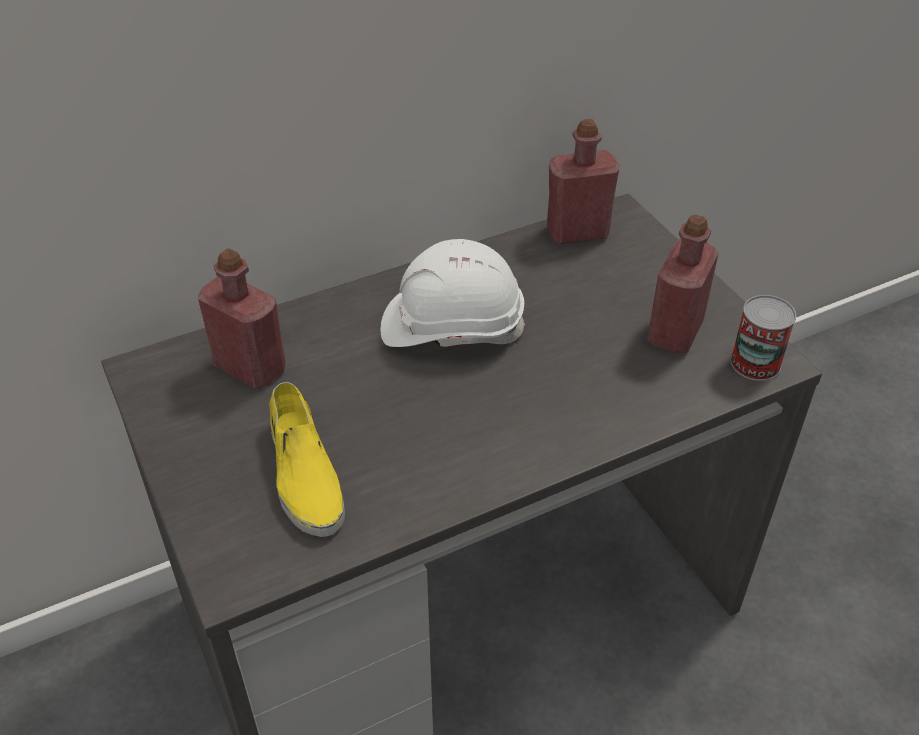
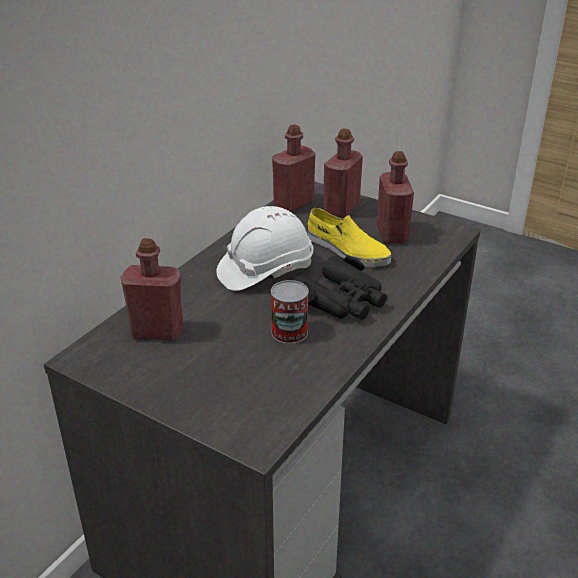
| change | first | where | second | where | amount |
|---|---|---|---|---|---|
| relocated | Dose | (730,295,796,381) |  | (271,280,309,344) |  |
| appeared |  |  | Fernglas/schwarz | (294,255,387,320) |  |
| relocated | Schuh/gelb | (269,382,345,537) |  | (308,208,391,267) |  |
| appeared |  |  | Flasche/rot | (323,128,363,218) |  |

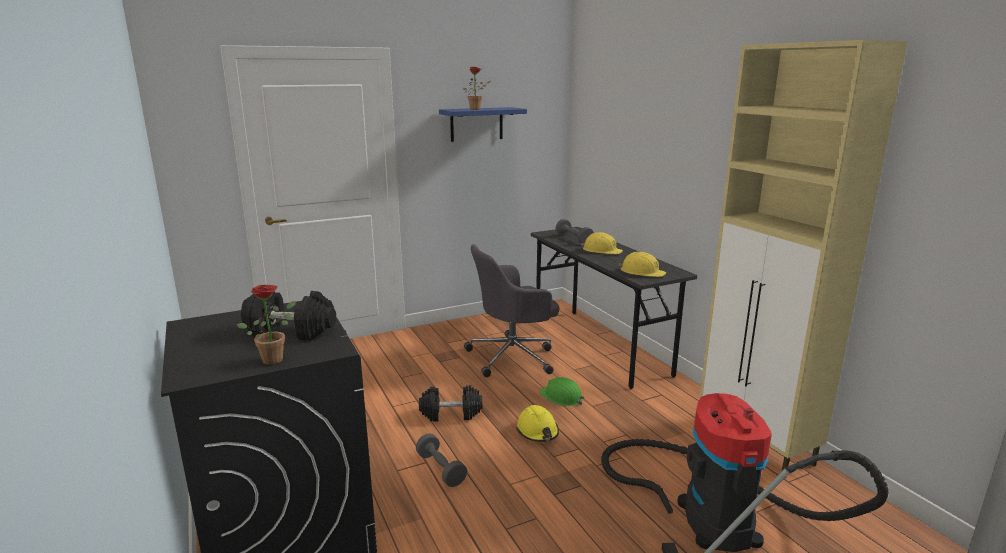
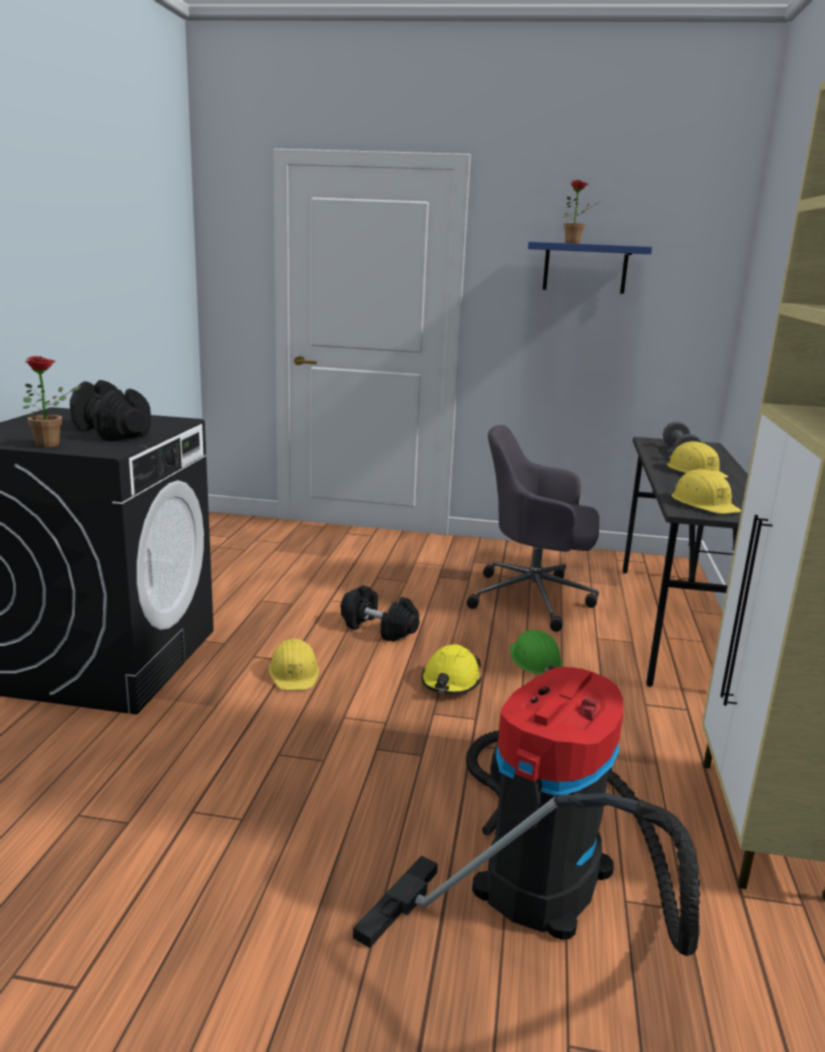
| change | first | where | second | where | amount |
|---|---|---|---|---|---|
| exchanged | Hantel/grau | (416,433,467,487) | Schutzhelm/gelb | (268,639,319,691) |  |

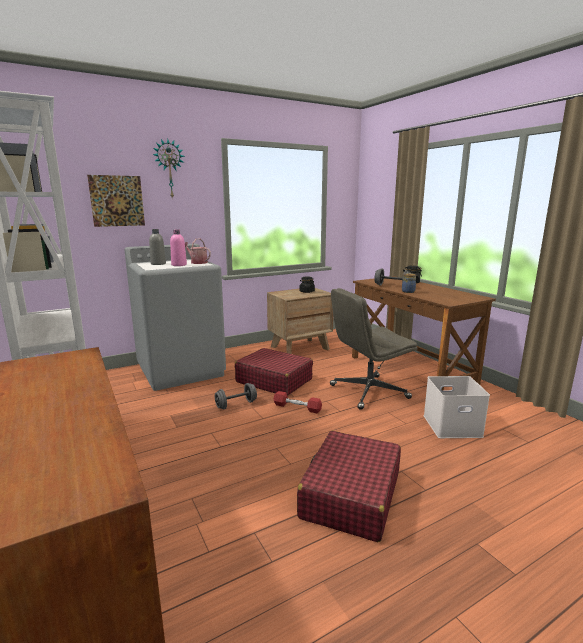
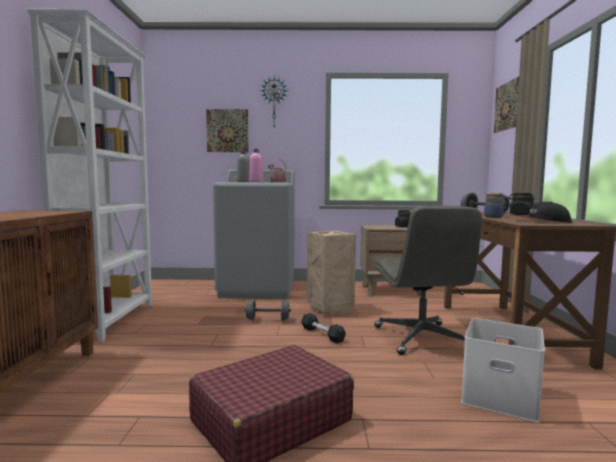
| change | first | where | second | where | amount |
|---|---|---|---|---|---|
| colour | Hantel/rot | (273,391,322,414) | Hantel/schwarz | (301,313,346,344) |  |
| exchanged | Koffer/rot | (235,348,313,396) | Kiste | (307,231,356,317) |  |
| spun | Bürostuhl/grau | (330,288,418,410) |  | (374,206,482,355) | 105 degrees counterclockwise |
| appeared |  |  | Bild | (494,77,519,133) |  |
| appeared |  |  | Kappe | (515,202,572,223) |  |

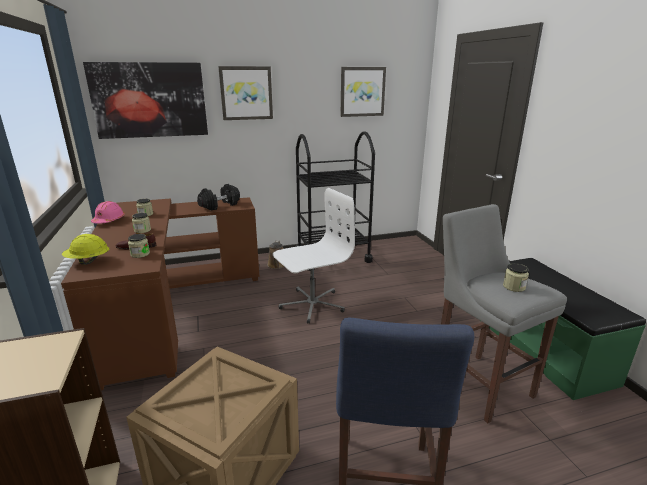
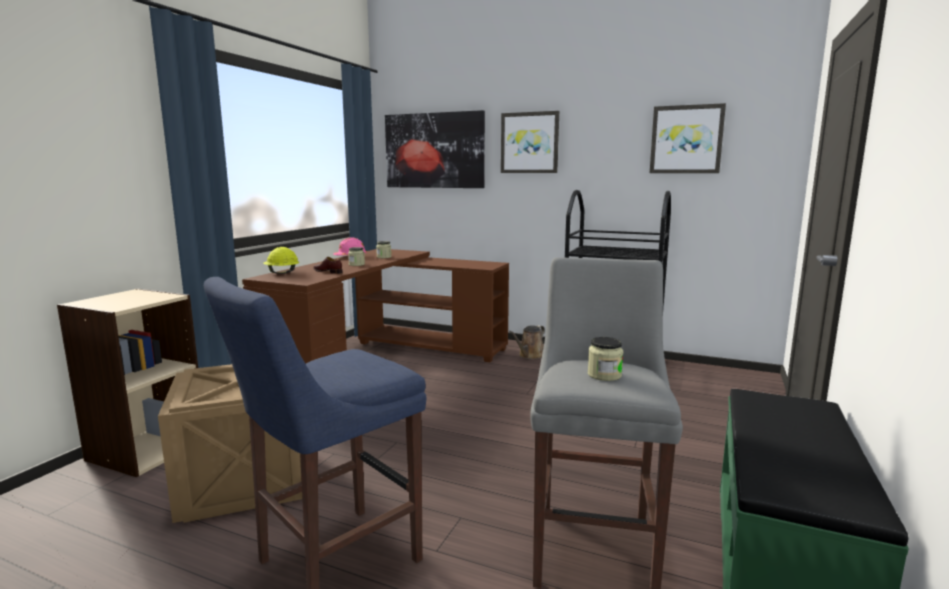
| change | first | where | second | where | amount |
|---|---|---|---|---|---|
| missing | Vorratsglas | (128,234,150,258) |  |  |  |
| missing | Hantel/schwarz | (197,184,240,211) |  |  |  |
| missing | Bürostuhl/weiß | (273,188,355,324) |  |  |  |

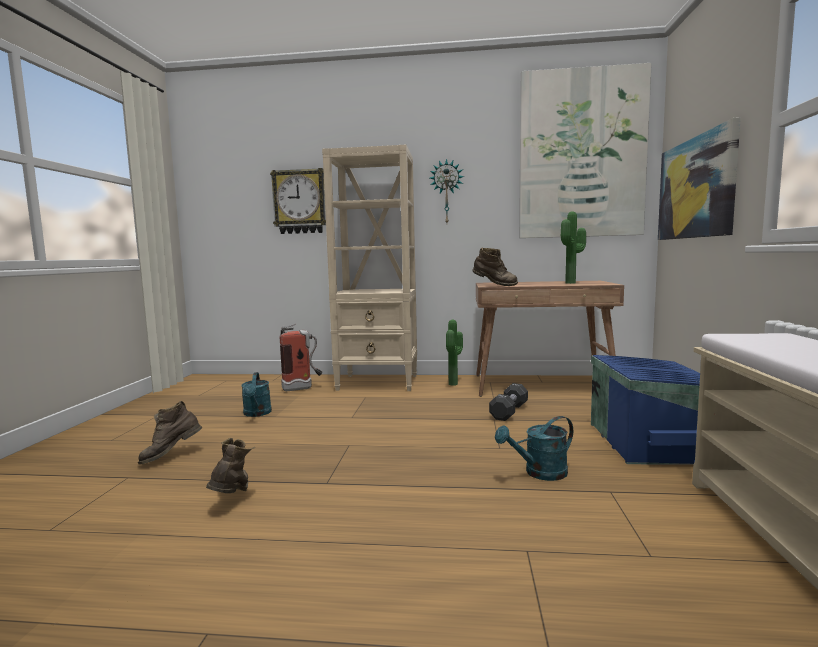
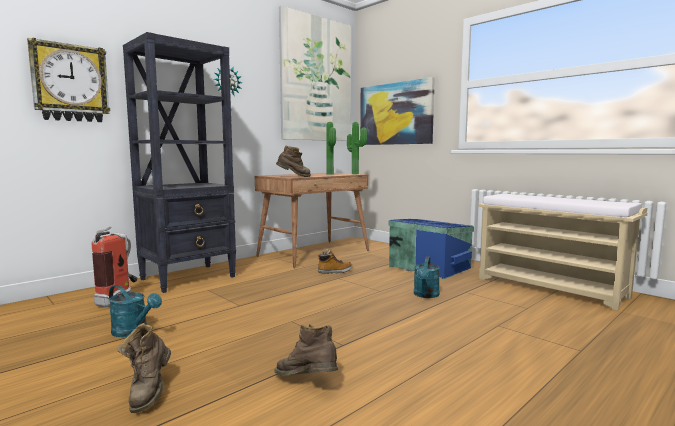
| change | first | where | second | where | amount |
|---|---|---|---|---|---|
| colour | Bücherregal/beige | (322,145,417,391) | Bücherregal/schwarz | (123,32,236,293) |  |
| exchanged | Hantel/schwarz | (489,383,528,421) | Stiefel | (318,249,352,274) |  |
| relocated | Topfpflanze | (446,320,463,386) |  | (347,122,367,174) |  |

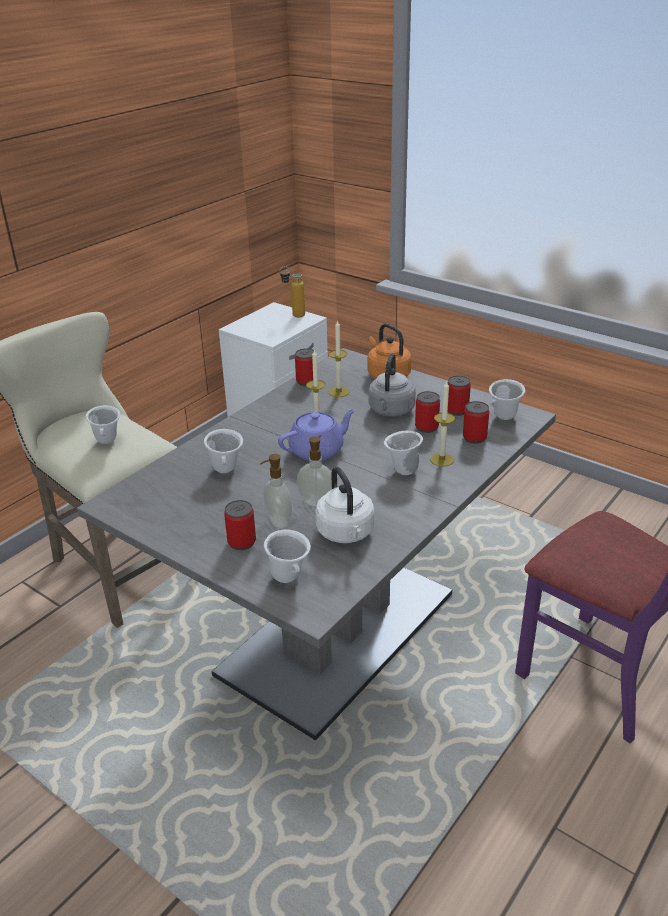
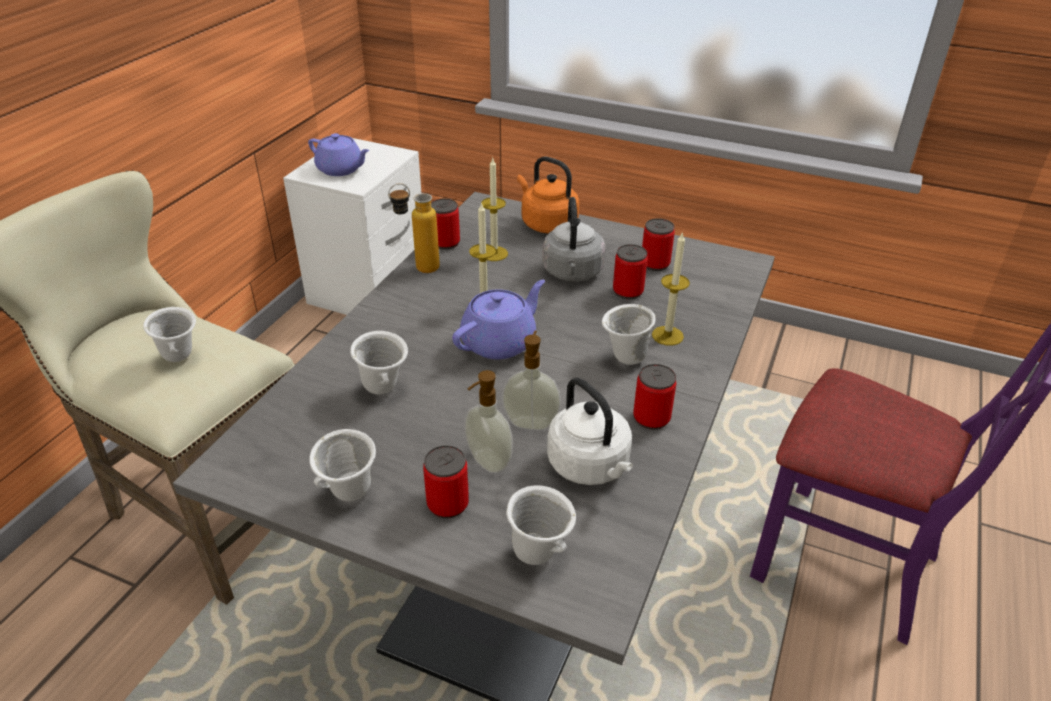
| change | first | where | second | where | amount |
|---|---|---|---|---|---|
| appeared |  |  | Teekanne/lila | (308,133,370,176) |  |
| relocated | Henkelbecher/weiß | (489,379,525,420) |  | (309,429,376,501) |  |
| relocated | Flasche | (279,266,305,317) |  | (388,183,440,273) |  |
| relocated | Dose | (463,401,489,444) |  | (633,364,676,430) |  |

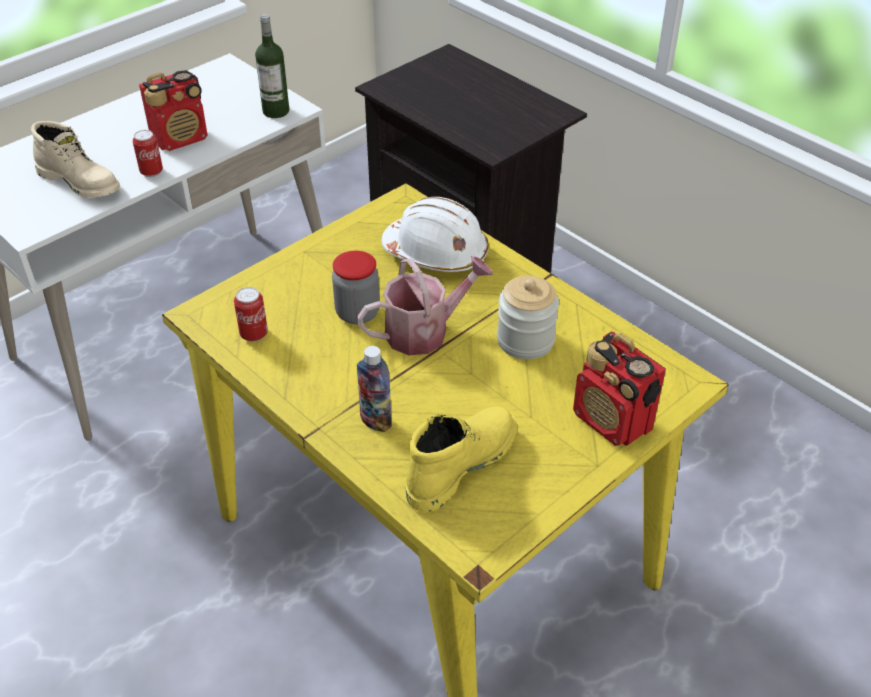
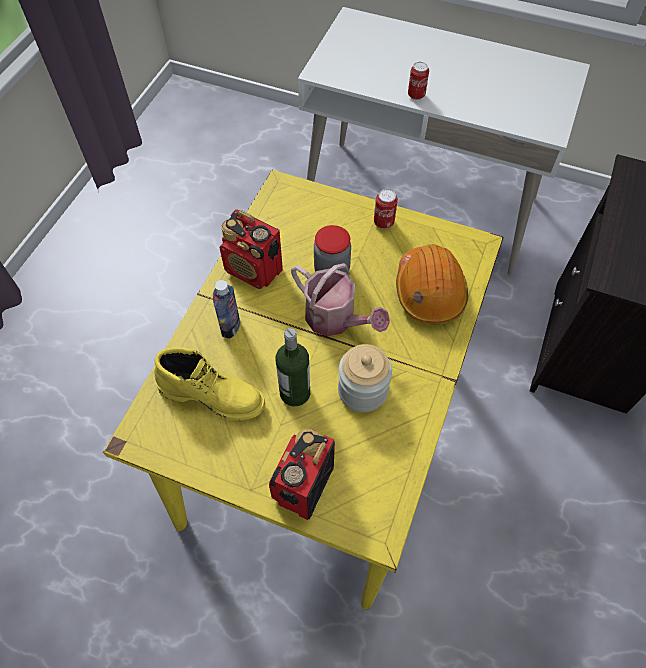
| change | first | where | second | where | amount |
|---|---|---|---|---|---|
| relocated | Radio | (139,70,208,151) |  | (220,209,283,289) |  |
| relocated | Flasche | (255,14,289,118) |  | (276,328,310,406) |  |
| relocated | Dose | (234,287,268,342) |  | (374,189,398,229) |  |
| colour | Schutzhelm/weiß | (382,197,489,272) | Schutzhelm/orange | (396,245,468,324) |  |
| missing | Stiefel/beige | (31,121,120,198) |  |  |  |

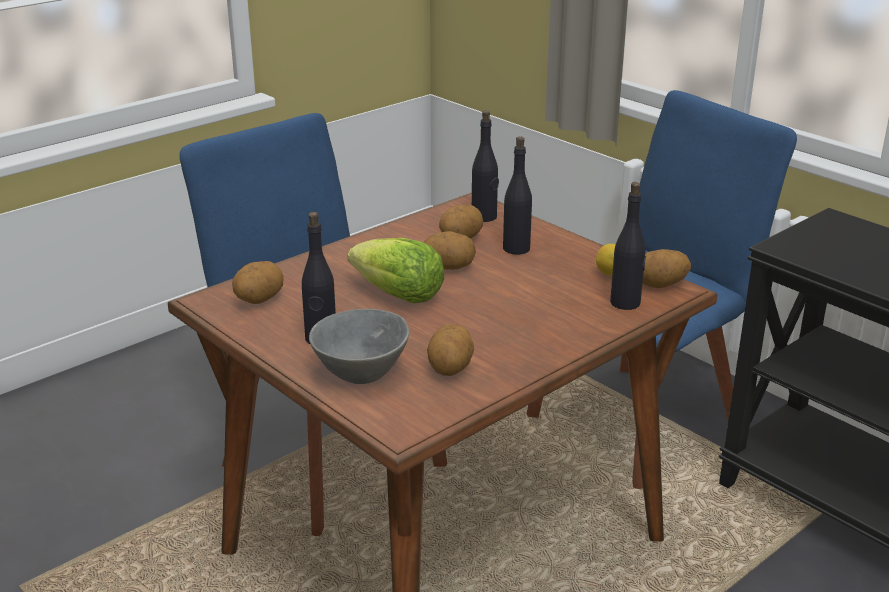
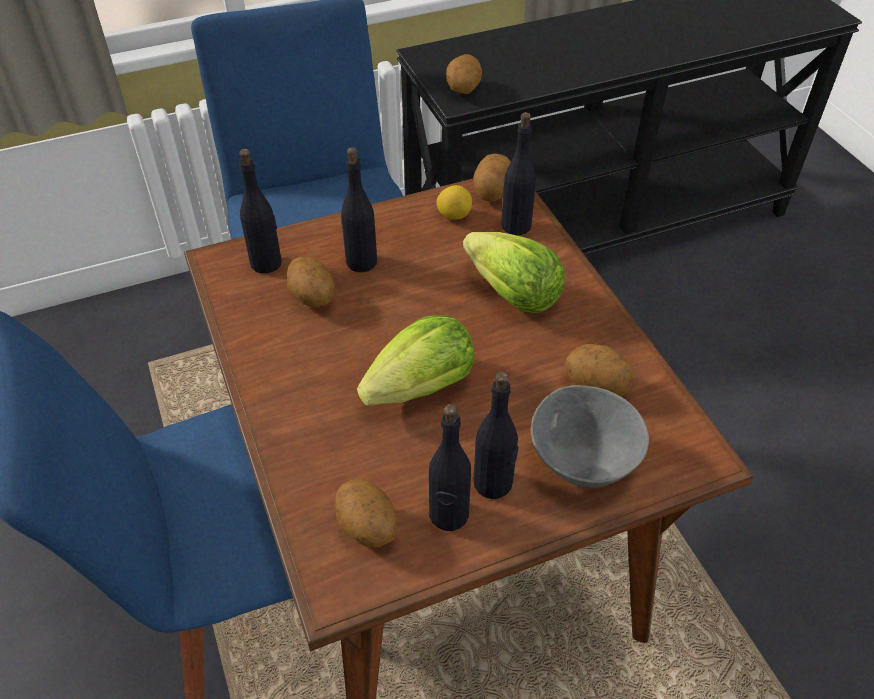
| change | first | where | second | where | amount |
|---|---|---|---|---|---|
| appeared |  |  | Flasche/schwarz | (429,404,471,531) |  |
| relocated | Kartoffel | (424,231,476,270) |  | (446,54,482,94) |  |
| appeared |  |  | Salatkopf | (463,232,565,313) |  |

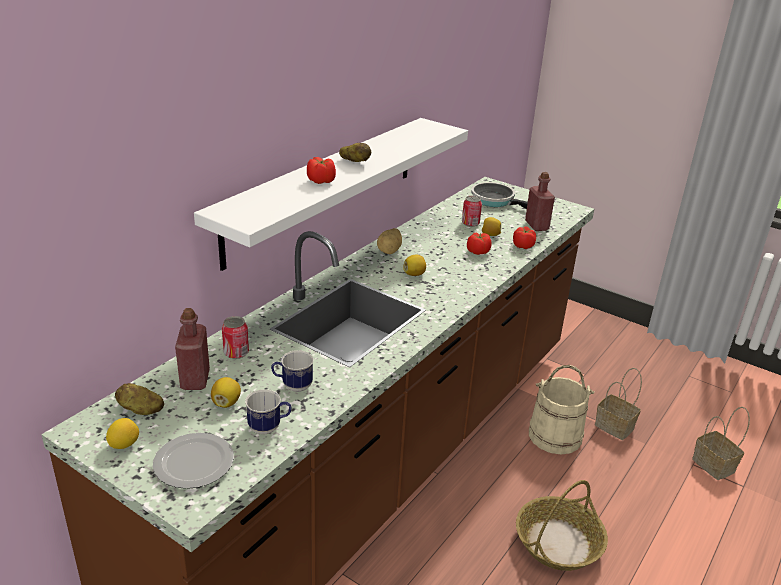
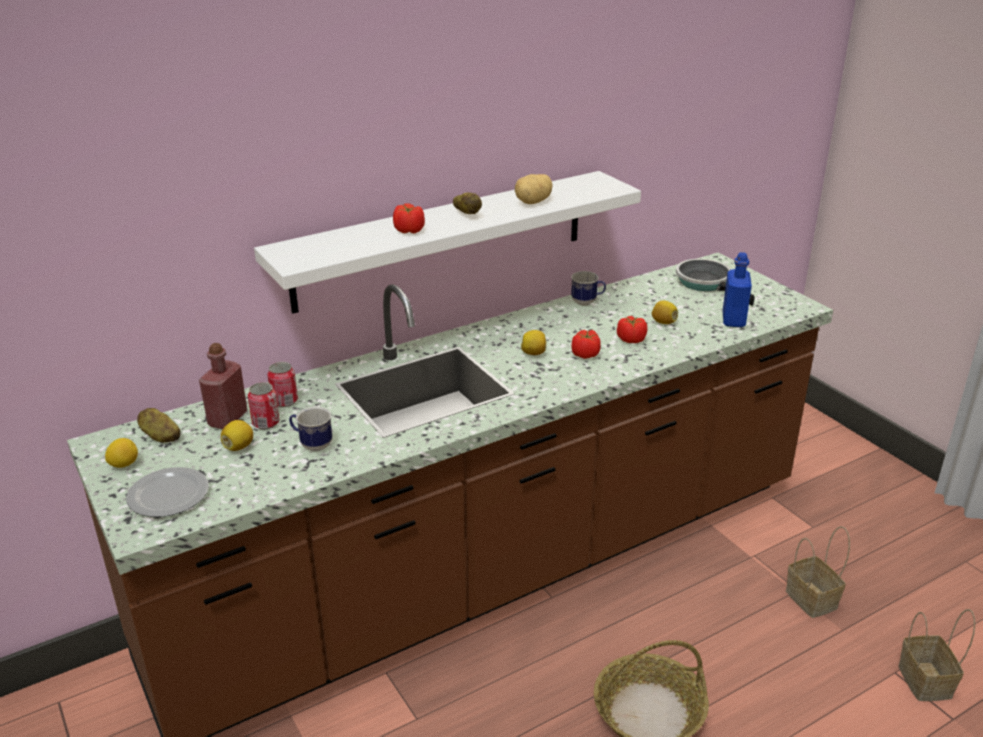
| change | first | where | second | where | amount |
|---|---|---|---|---|---|
| relocated | Dose | (462,196,482,227) |  | (248,382,280,430) |  |
| relocated | Kartoffel | (377,228,402,254) |  | (515,174,552,204) |  |
| relocated | Henkelbecher | (245,389,292,435) |  | (571,271,606,306) |  |
| relocated | Tomate | (513,226,536,249) |  | (572,330,601,359) |  |
| colour | Flasche/rot | (525,172,555,231) | Flasche/blau | (723,252,752,327) |  |
| missing | Eimer/beige | (529,365,595,454) |  |  |  |

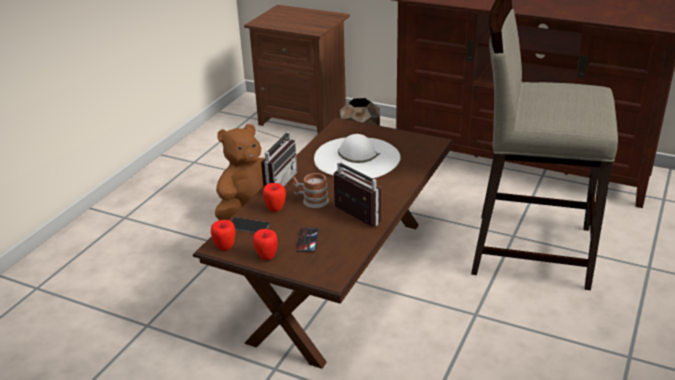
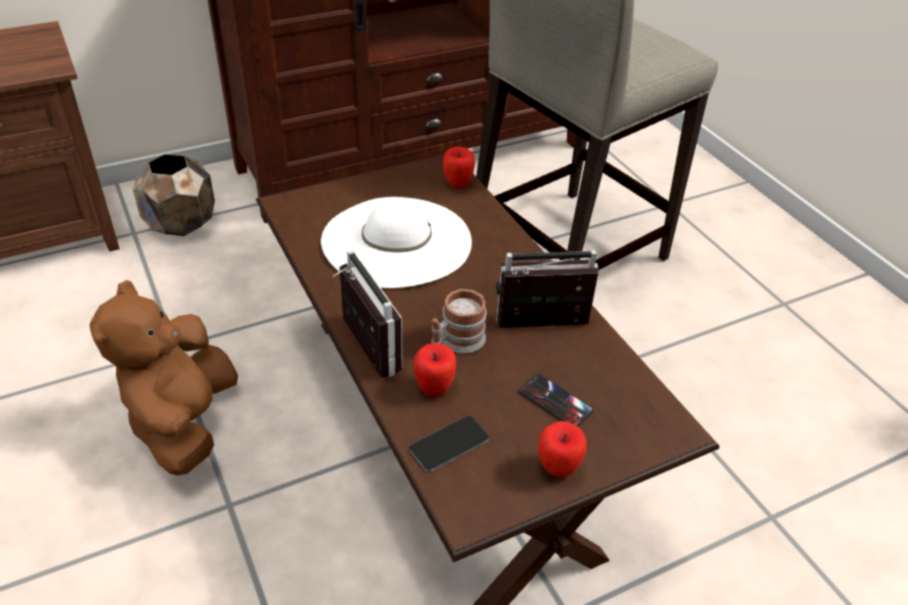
| change | first | where | second | where | amount |
|---|---|---|---|---|---|
| relocated | Apfel | (211,220,235,251) |  | (443,147,475,189) |  |

